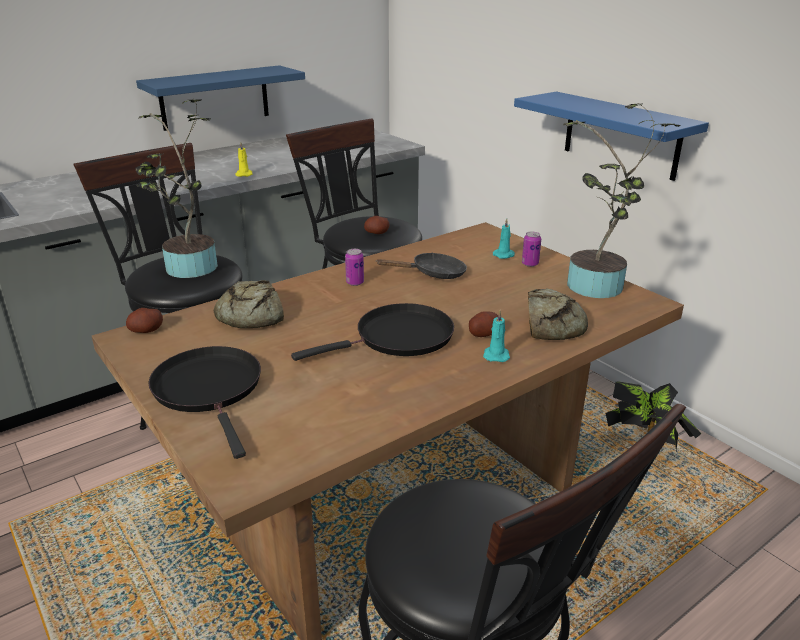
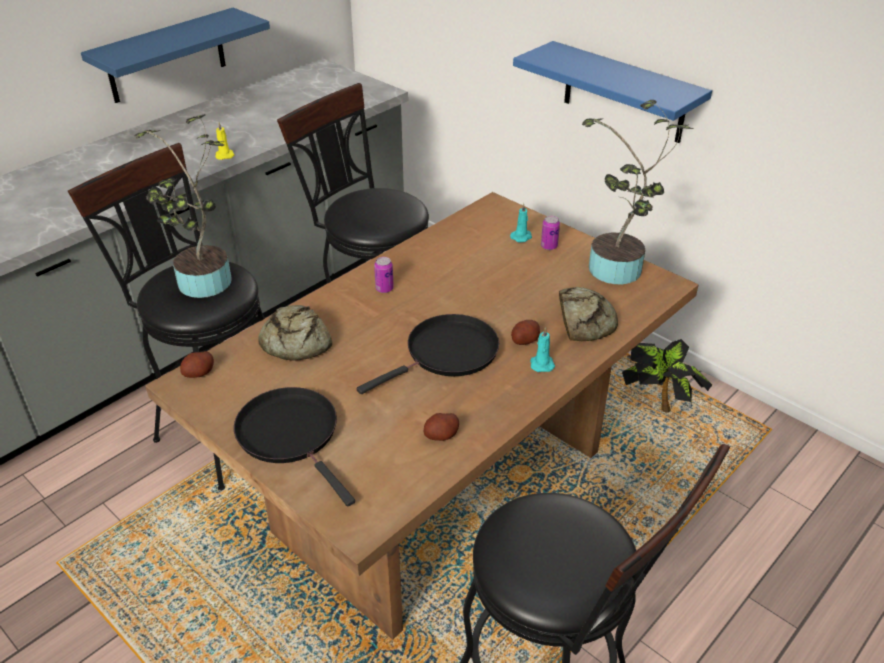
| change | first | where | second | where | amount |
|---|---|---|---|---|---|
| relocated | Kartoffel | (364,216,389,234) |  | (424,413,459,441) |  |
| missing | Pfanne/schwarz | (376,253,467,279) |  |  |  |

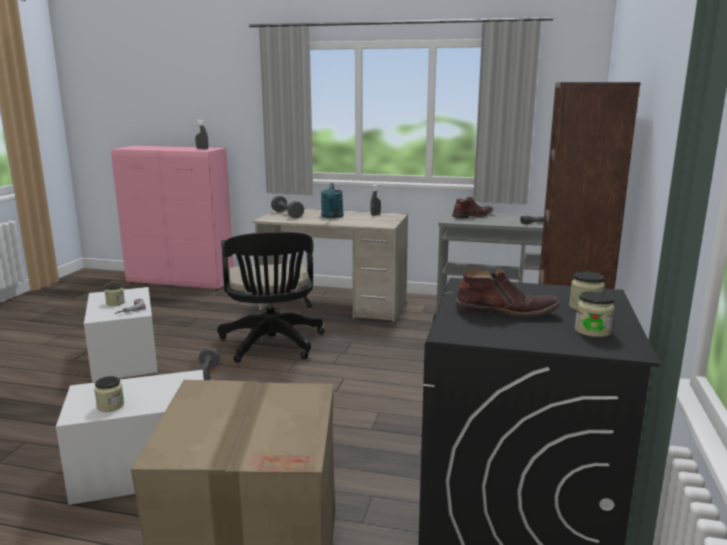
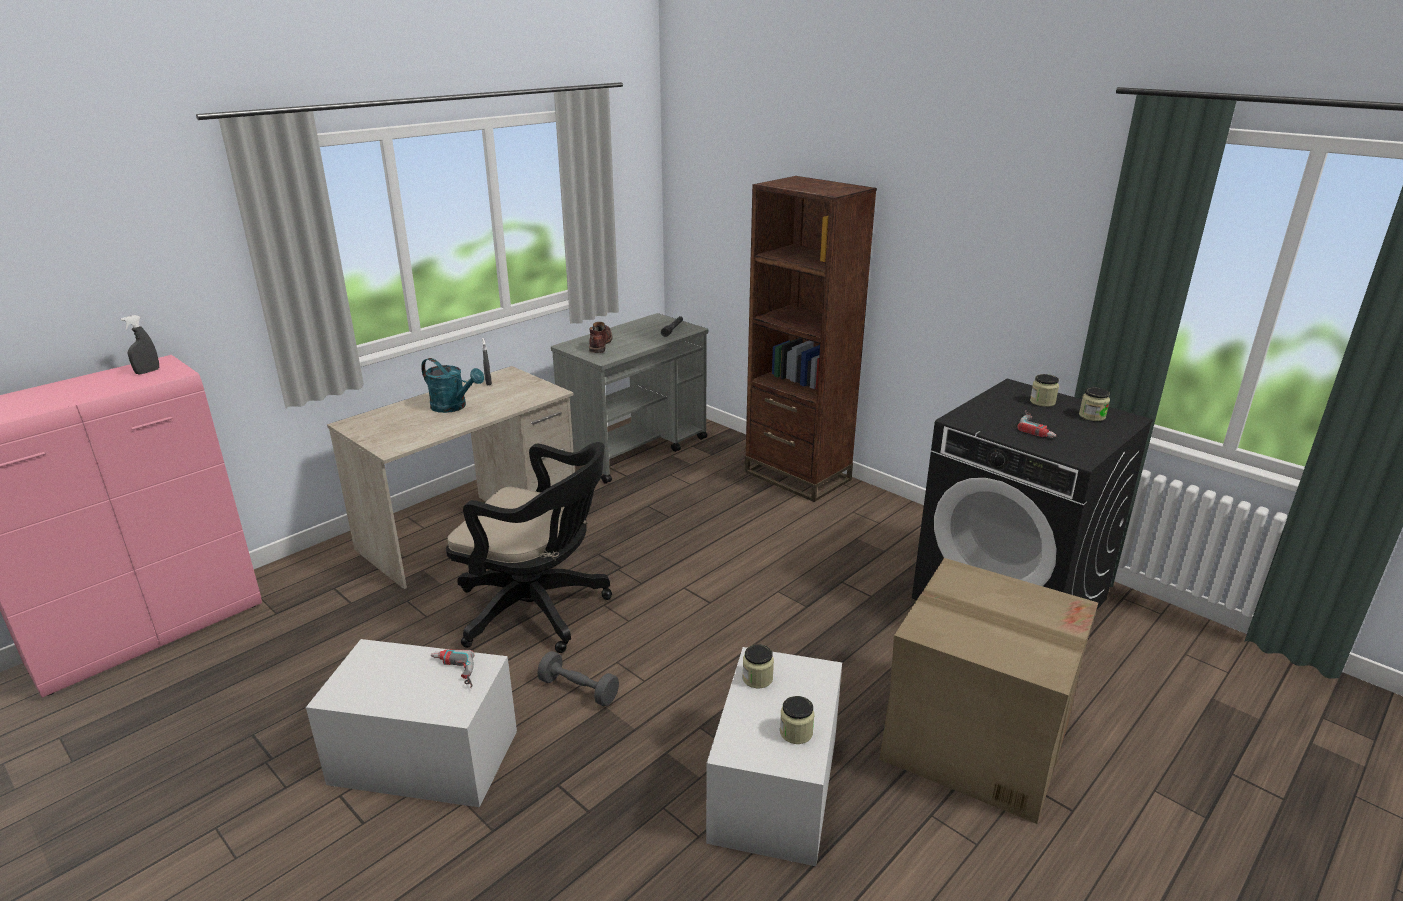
| change | first | where | second | where | amount |
|---|---|---|---|---|---|
| relocated | Vorratsglas | (105,283,125,306) |  | (743,644,774,688) |  |
| exchanged | Stiefel/braun | (455,269,560,318) | Bohrmaschine | (1017,410,1056,438) |  |
| missing | Hantel/grau | (271,196,304,218) |  |  |  |

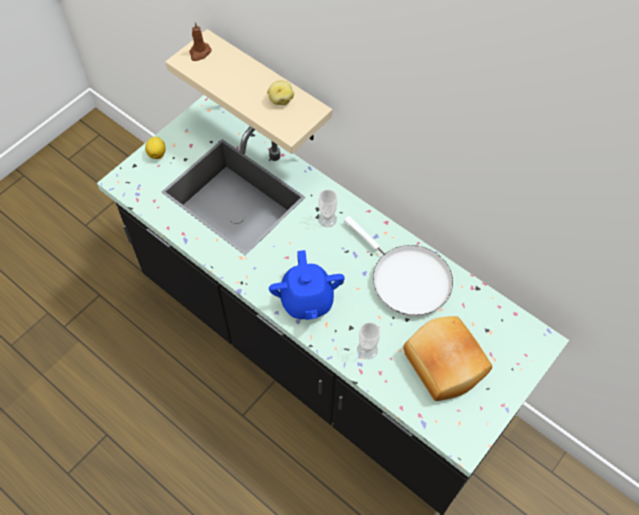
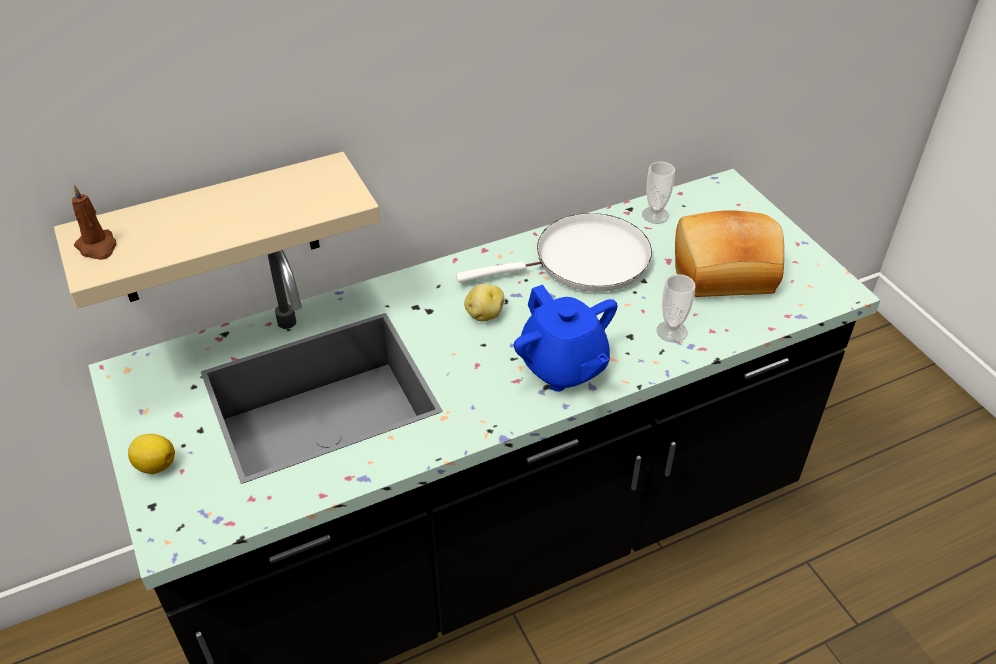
| change | first | where | second | where | amount |
|---|---|---|---|---|---|
| relocated | Kartoffel | (267,80,294,105) |  | (464,284,504,321) |  |
| spun | Teekanne/blau | (269,250,345,320) |  | (514,285,618,392) | 45 degrees clockwise |
| relocated | Tasse | (318,190,337,227) |  | (642,161,675,224) |  |

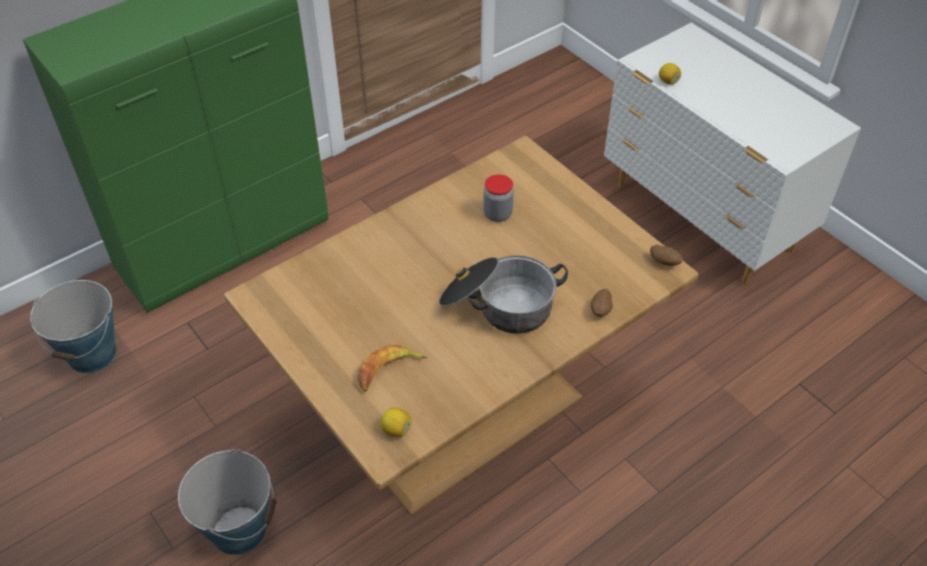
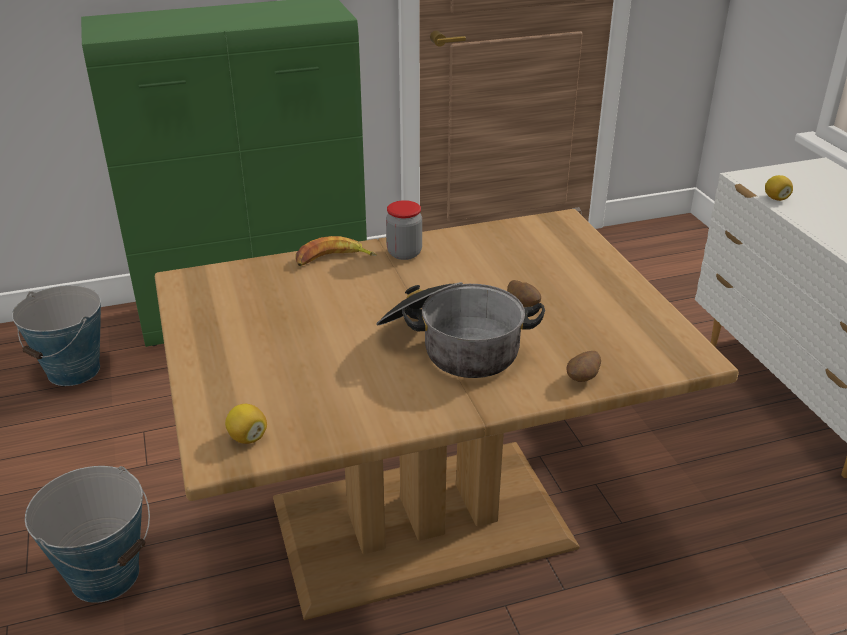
| change | first | where | second | where | amount |
|---|---|---|---|---|---|
| relocated | Banane | (357,345,428,391) |  | (295,236,377,266) |  |
| relocated | Vorratsglas | (483,174,514,222) |  | (386,200,422,260) |  |
| relocated | Kartoffel | (650,245,683,266) |  | (507,280,541,307) |  |

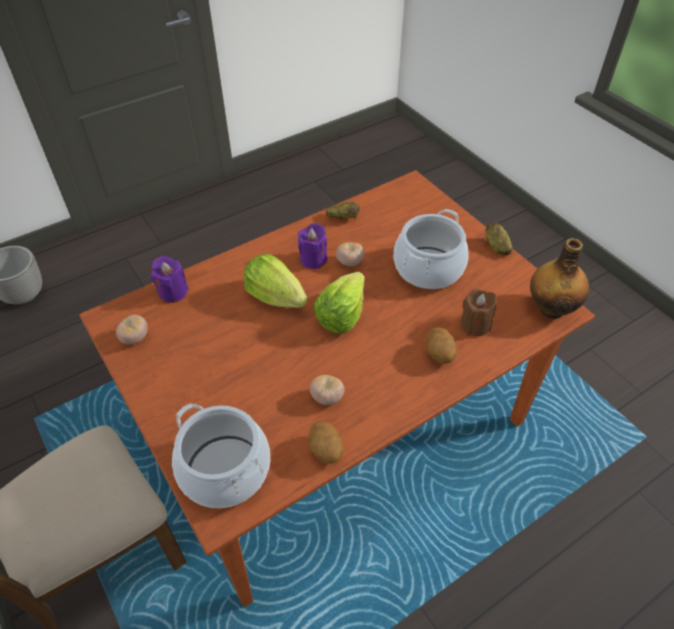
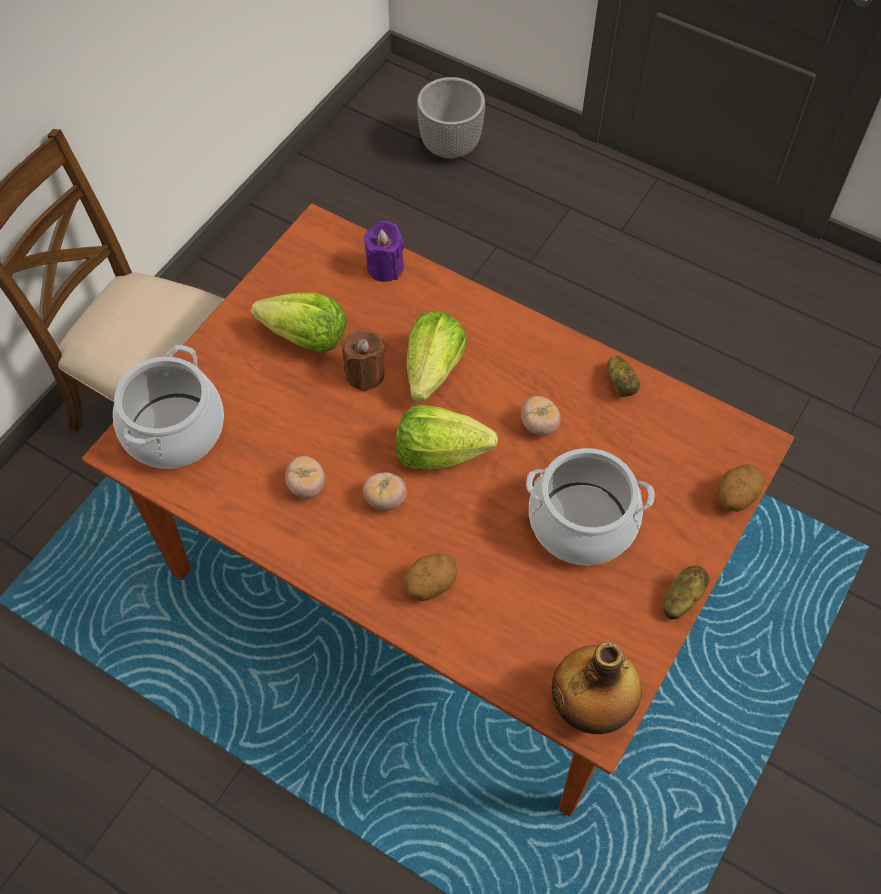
| change | first | where | second | where | amount |
|---|---|---|---|---|---|
| appeared |  |  | Salatkopf | (251,293,347,353) |  |
| relocated | Kerze/braun | (460,289,497,336) |  | (342,331,386,391) |  |
| relocated | Tomate | (116,315,148,345) |  | (363,472,407,511) |  |
| relocated | Kartoffel | (308,421,343,464) |  | (717,464,764,512) |  |
| missing | Kerze/lila | (298,223,327,269) |  |  |  |

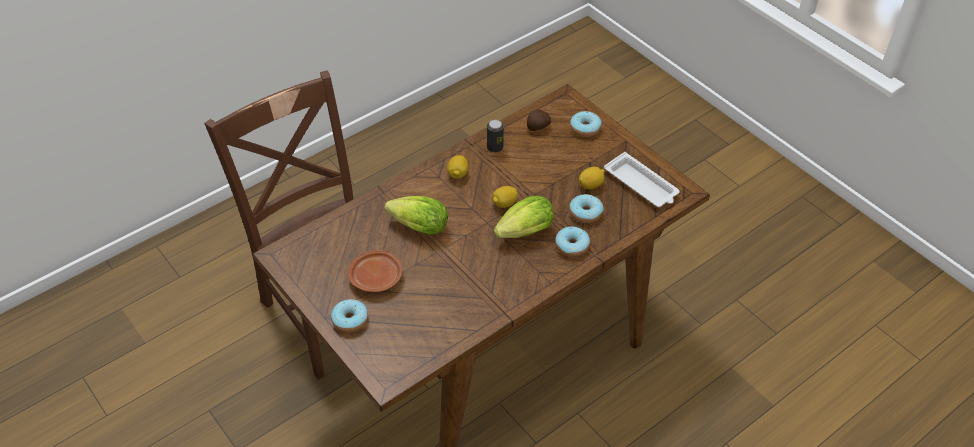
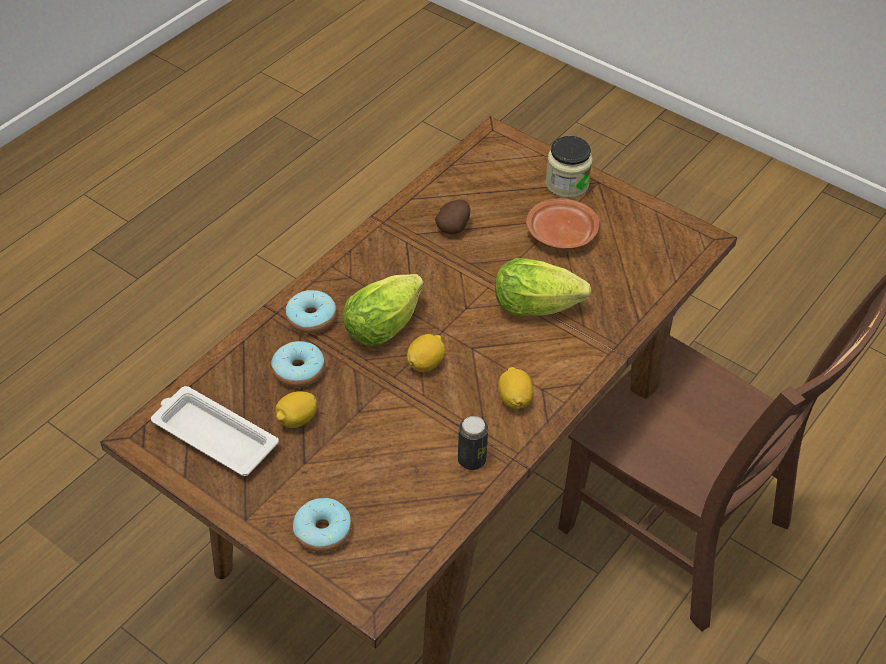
| change | first | where | second | where | amount |
|---|---|---|---|---|---|
| relocated | Kartoffel | (527,110,551,131) |  | (435,199,470,234) |  |
| exchanged | Donut | (331,299,368,333) | Vorratsglas | (545,136,593,198) |  |

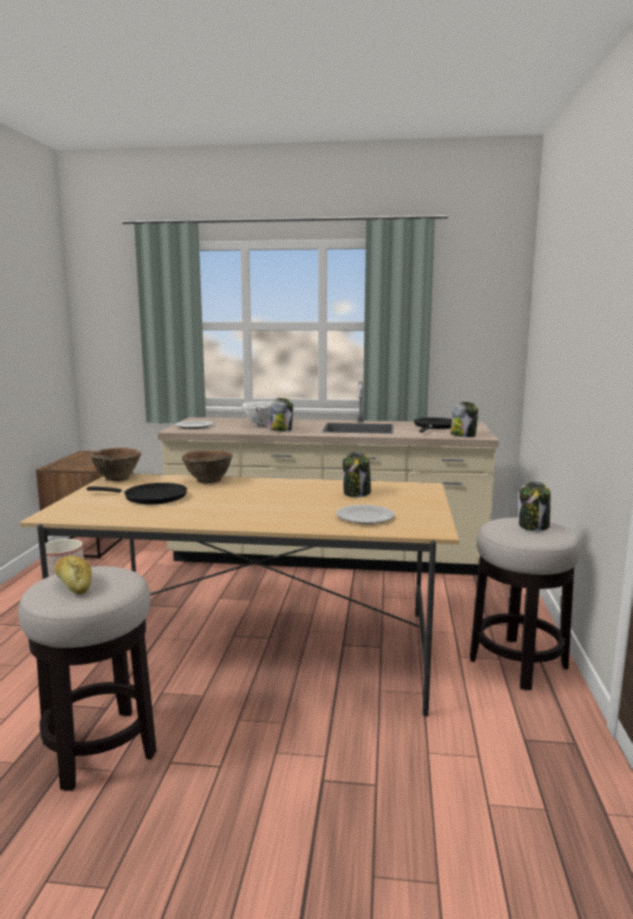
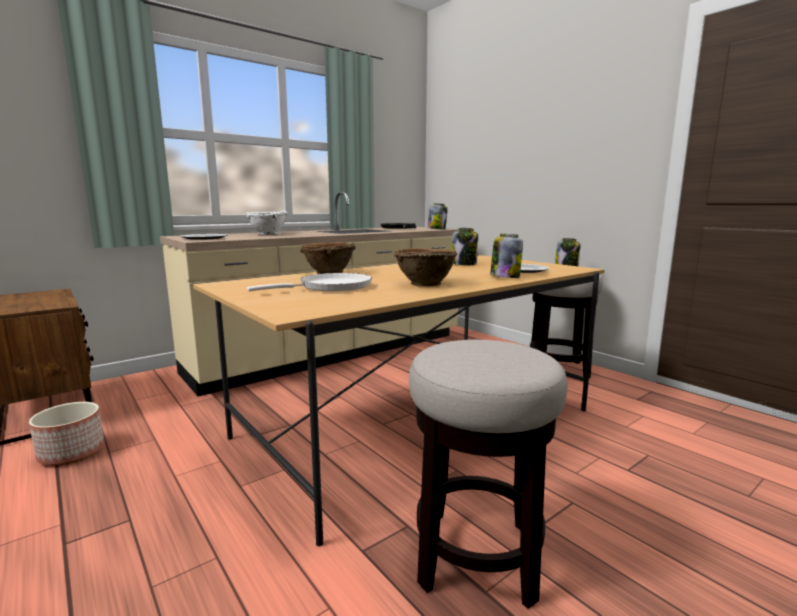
| change | first | where | second | where | amount |
|---|---|---|---|---|---|
| colour | Pfanne/schwarz | (87,483,187,504) | Pfanne/weiß | (247,273,372,291) |  |
| relocated | Schüssel/braun | (90,448,142,481) |  | (394,248,457,286) |  |
| relocated | Vorratsglas | (269,398,293,431) |  | (490,234,523,278) |  |
| missing | Brot | (55,556,92,594) |  |  |  |

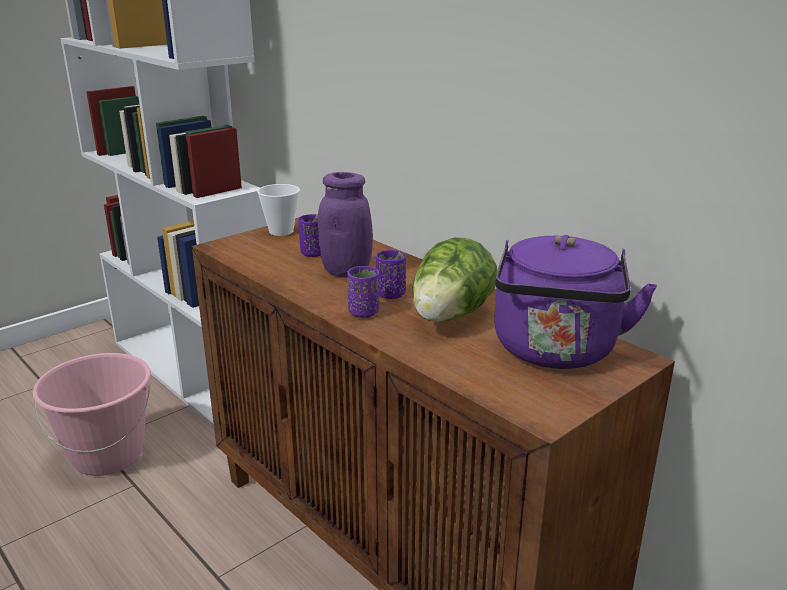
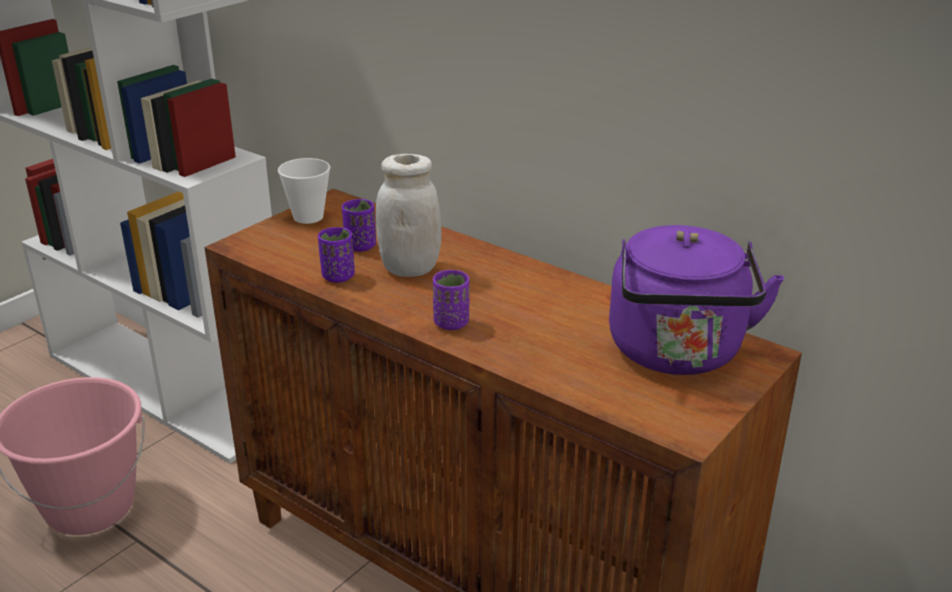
| change | first | where | second | where | amount |
|---|---|---|---|---|---|
| relocated | Tasse/lila | (376,250,406,299) |  | (318,227,355,283) |  |
| colour | Vorratsglas/lila | (318,172,373,277) | Vorratsglas/weiß | (376,154,442,277) |  |
| missing | Salatkopf | (412,237,497,322) |  |  |  |

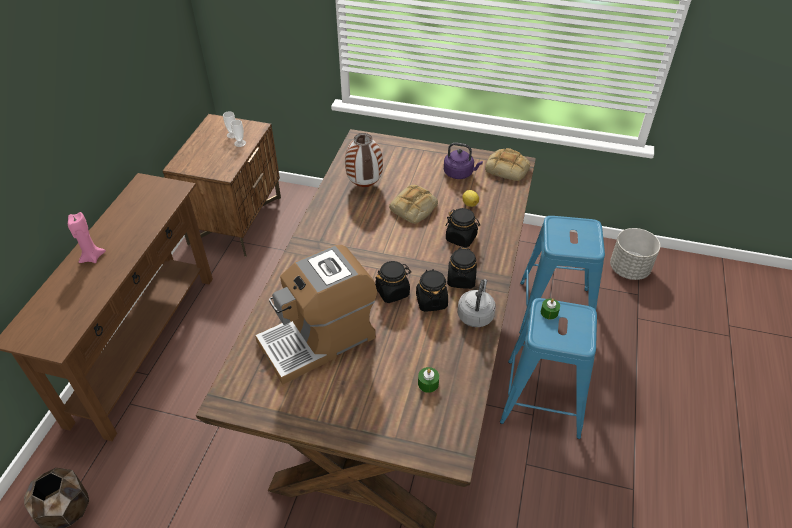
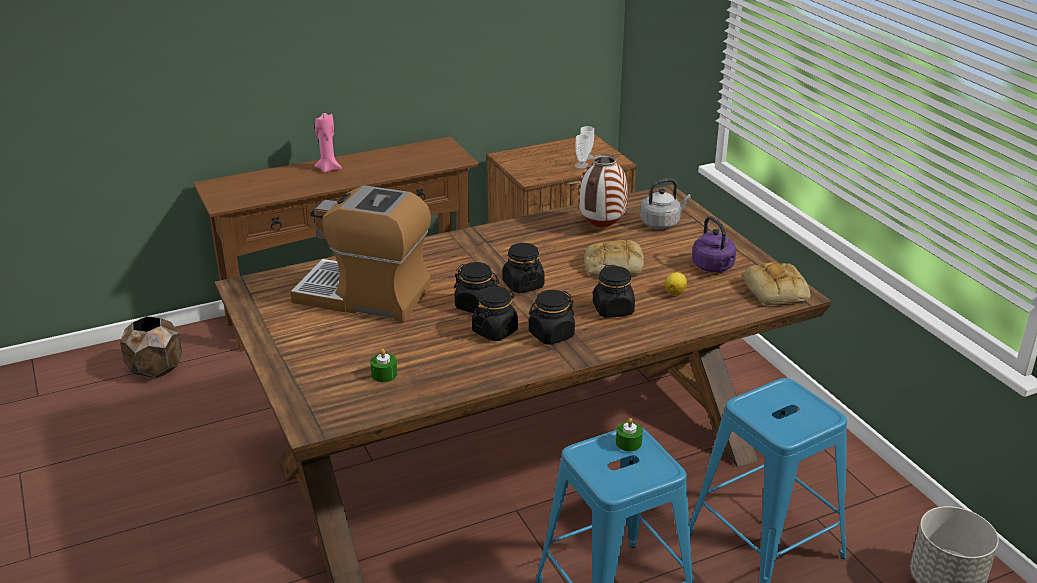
| change | first | where | second | where | amount |
|---|---|---|---|---|---|
| appeared |  |  | Vorratsglas/schwarz | (502,243,545,293) |  |
| relocated | Wasserkessel/grau | (458,279,496,327) |  | (640,178,691,229) |  |

